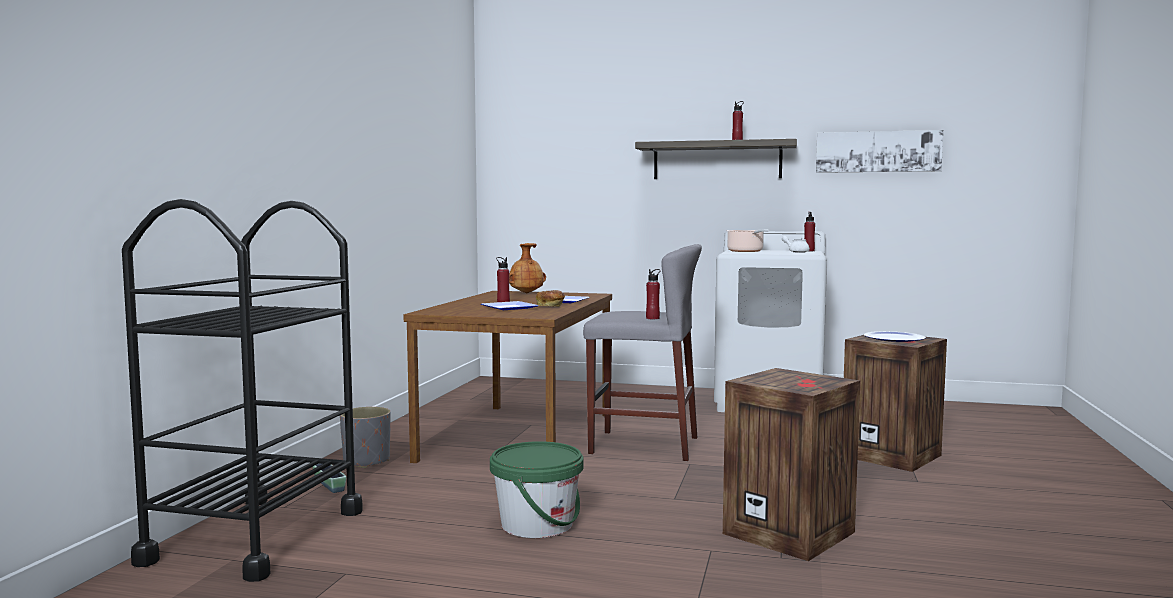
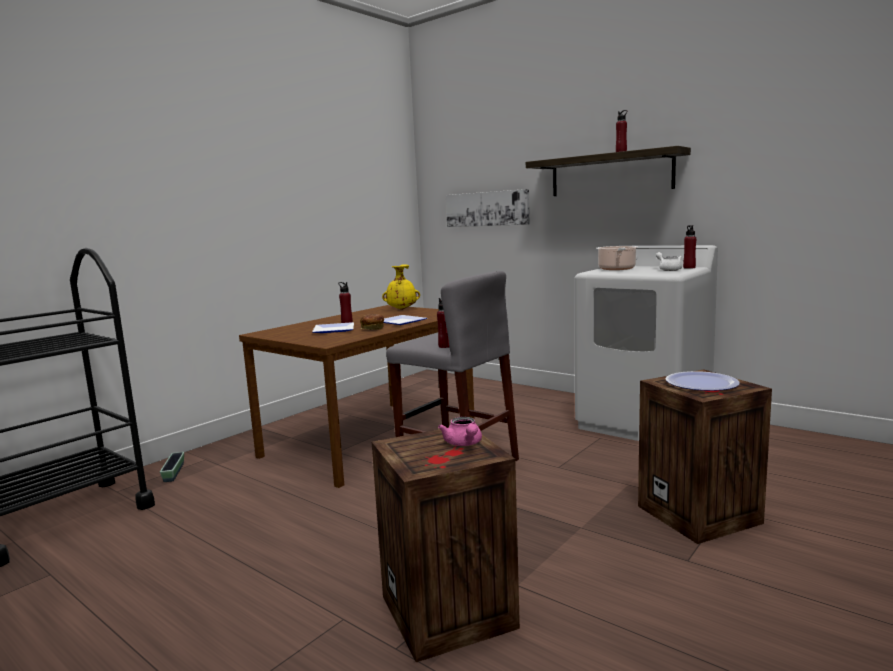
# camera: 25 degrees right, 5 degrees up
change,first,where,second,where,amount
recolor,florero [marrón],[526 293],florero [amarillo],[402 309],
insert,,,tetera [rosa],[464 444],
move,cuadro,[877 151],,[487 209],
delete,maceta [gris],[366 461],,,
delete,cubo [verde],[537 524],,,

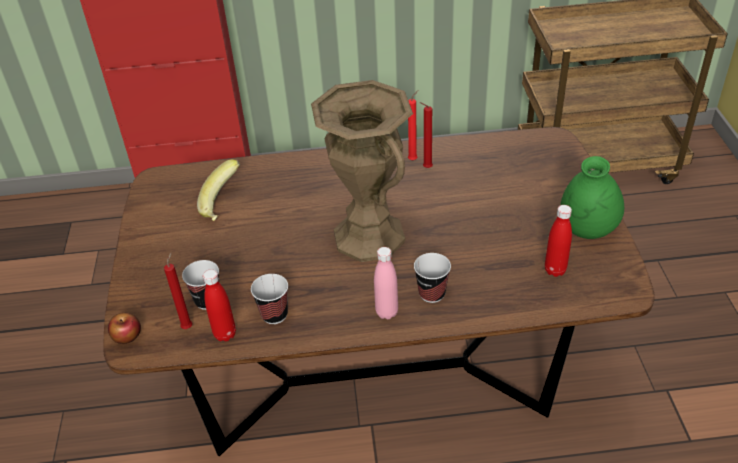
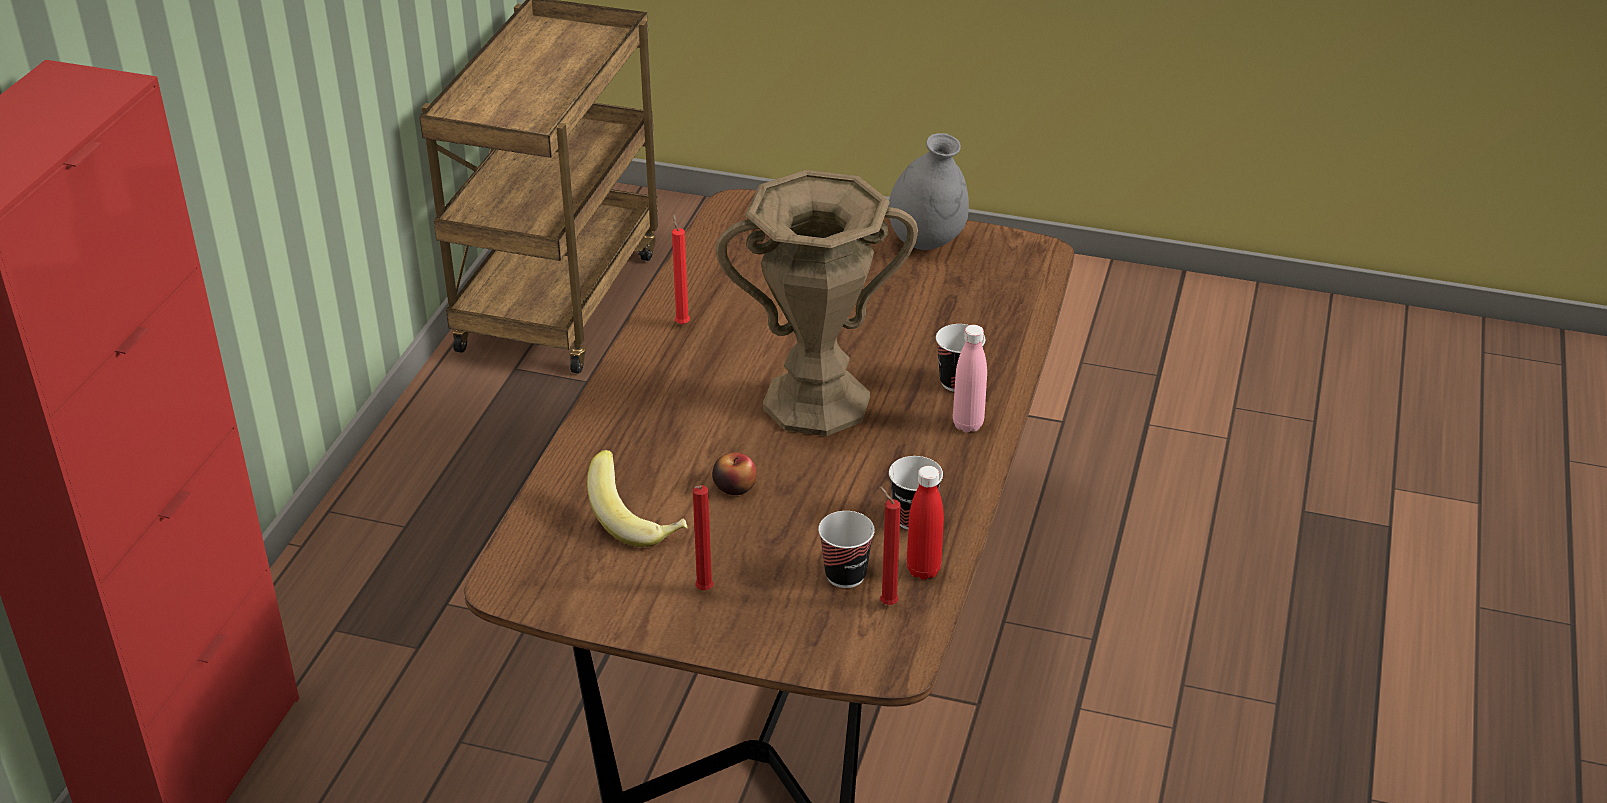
# camera: 70 degrees left, 5 degrees down
change,first,where,second,where,amount
move,vela [rojo],[426 168],,[703 592],
move,manzana,[127 336],,[735 487],
recolor,florero [verde],[587 231],florero [gris],[927 242],
delete,botella [rojo],[555 270],,,

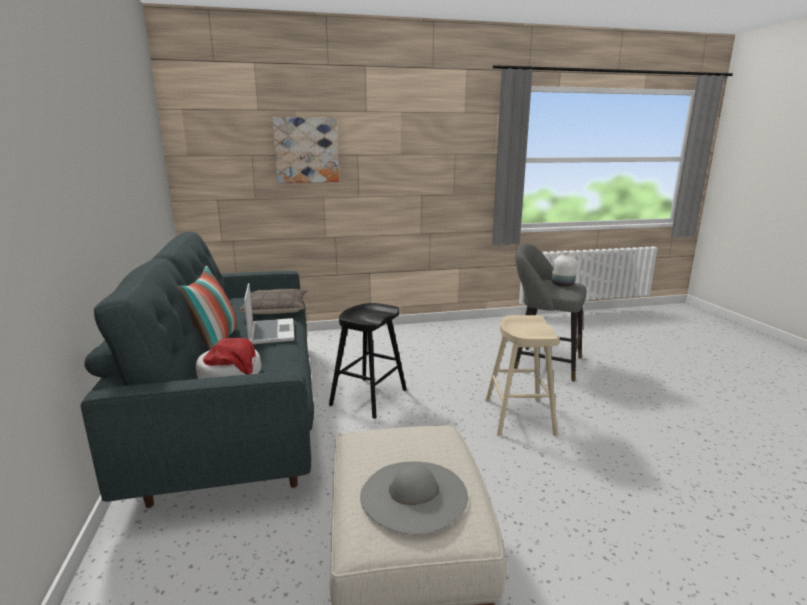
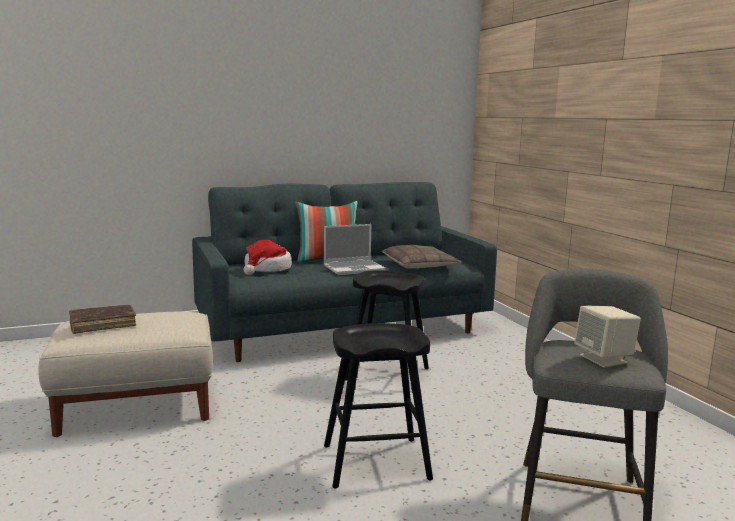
# camera: 80 degrees right, 5 degrees down
change,first,where,second,where,amount
replace,sombrero [gris],[414 495],libro [marrón],[103 325],
recolor,taburete [beis],[519 417],taburete [negro],[375 462],
replace,florero [blanco],[563 284],altavoz [beis],[604 359],
delete,cuadro,[306 150],,,

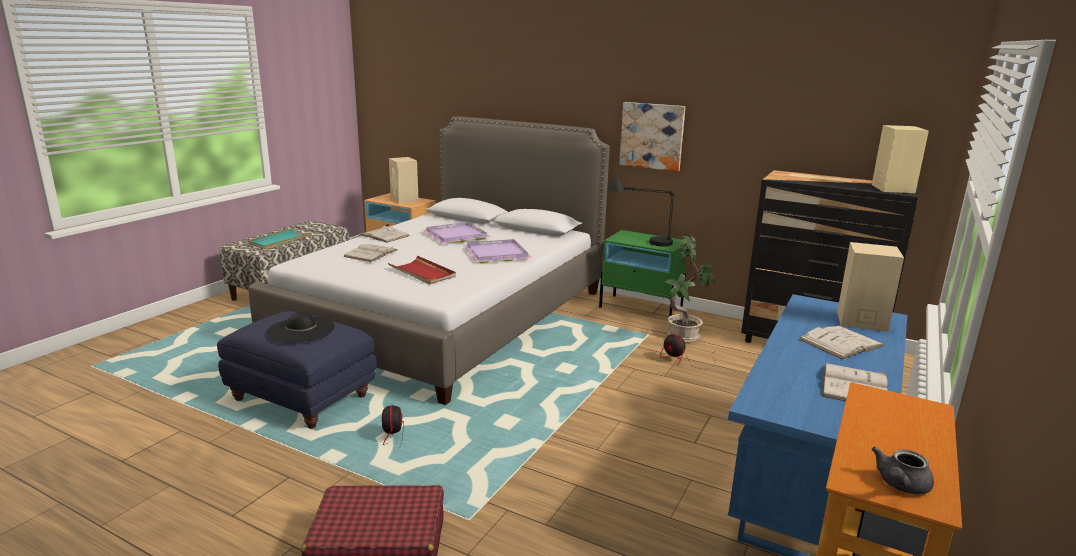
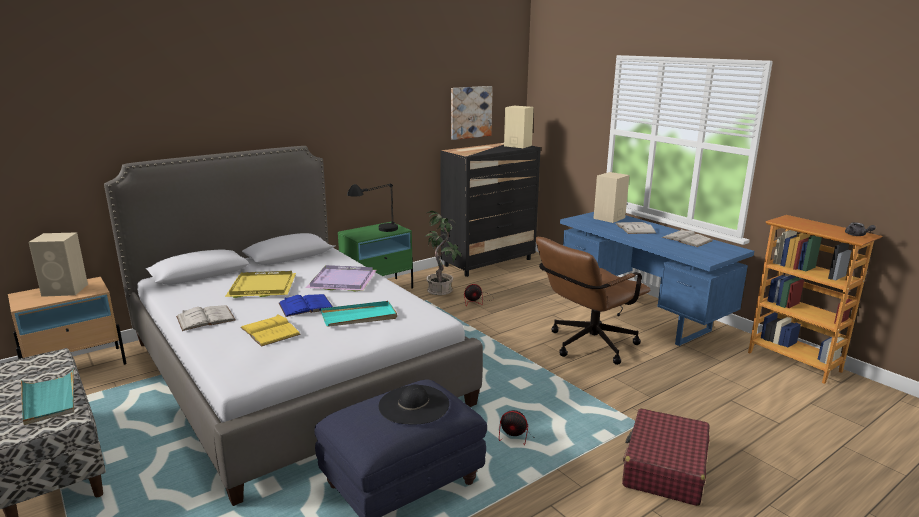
# camera: 65 degrees left, 0 degrees up
change,first,where,second,where,amount
recolor,bandeja [morado],[455 235],bandeja [amarillo],[261 287],
recolor,libro [blanco],[371 253],libro [amarillo],[270 331],
insert,,,libro [azul],[306 306],
recolor,bandeja [rojo],[422 273],bandeja [turquesa],[359 317],
move,cuadro,[652 136],,[470 112],
insert,,,silla de oficina [marrón],[586 346],

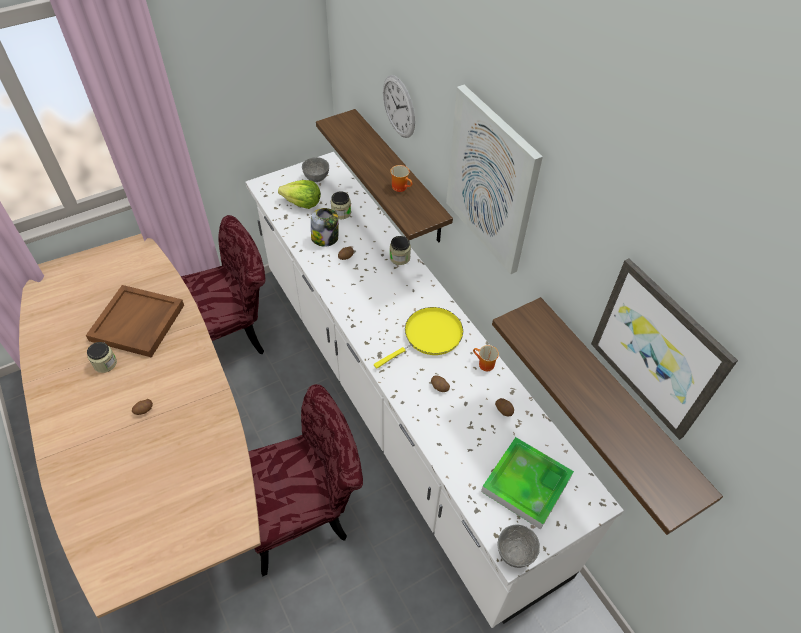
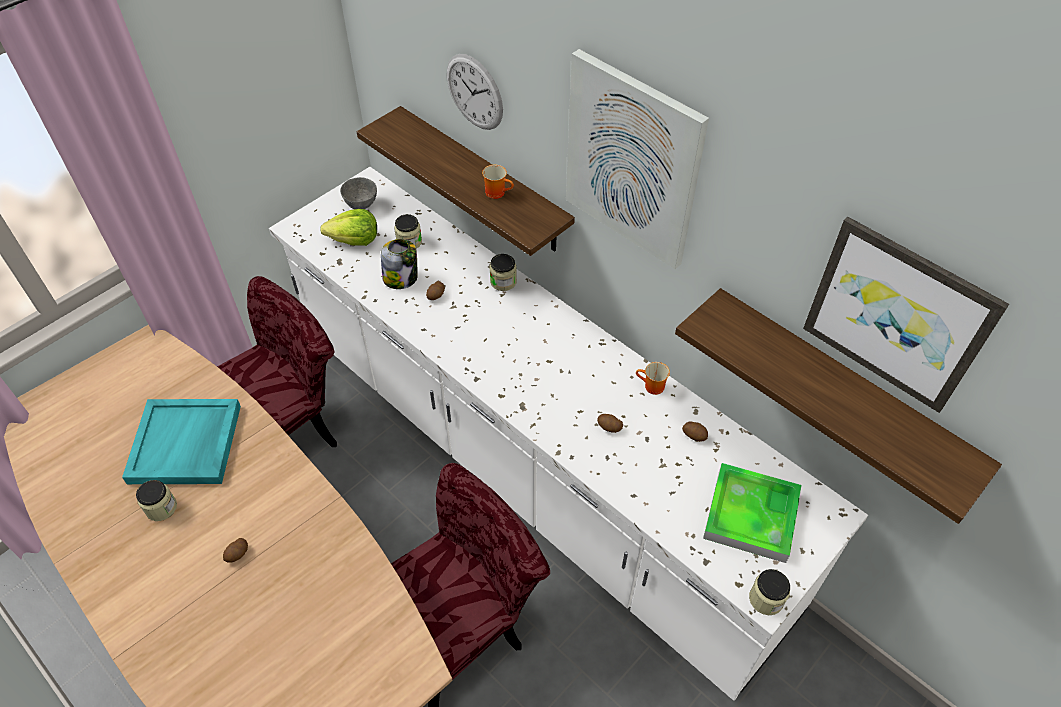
# camera: 15 degrees left, 0 degrees up
change,first,where,second,where,amount
recolor,bandeja [marrón],[138 323],bandeja [turquesa],[186 444],
replace,cuenco [gris],[514 553],tarro,[766 599],
delete,sartén [amarillo],[429 336],,,

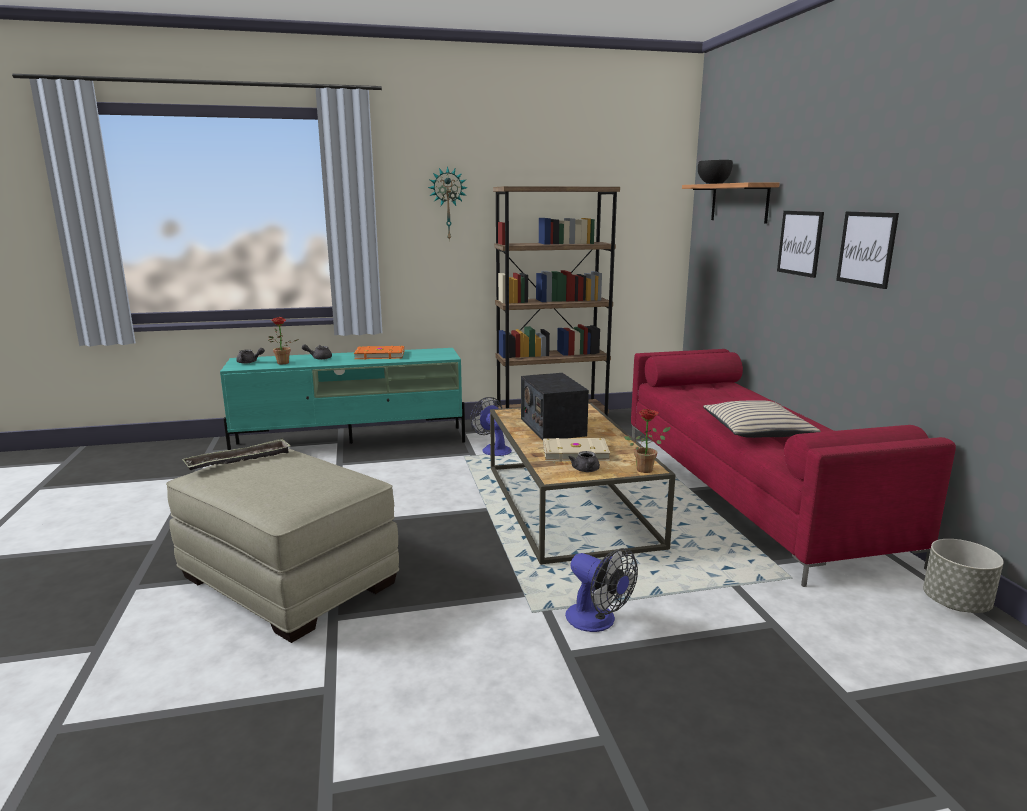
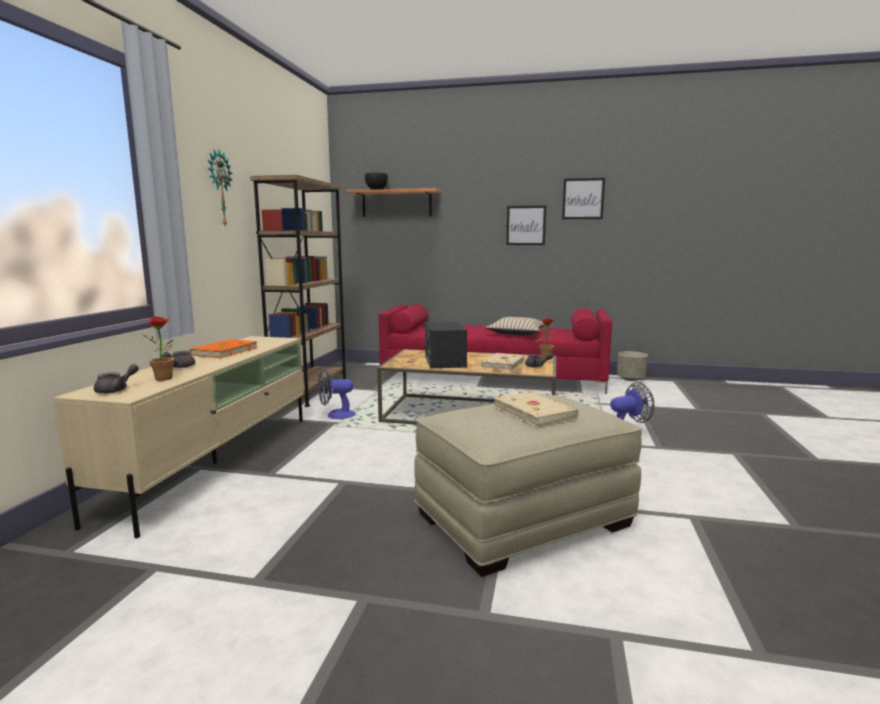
# camera: 65 degrees left, 5 degrees down
change,first,where,second,where,amount
recolor,mueble de televisión [turquesa],[352 443],mueble de televisión [beis],[216 462],
rotate,radio,[552 427],,[444 361],75 degrees clockwise
insert,,,libro [beis],[534 412],
move,cuadro,[800 243],,[583 199],
delete,bandeja,[239 460],,,

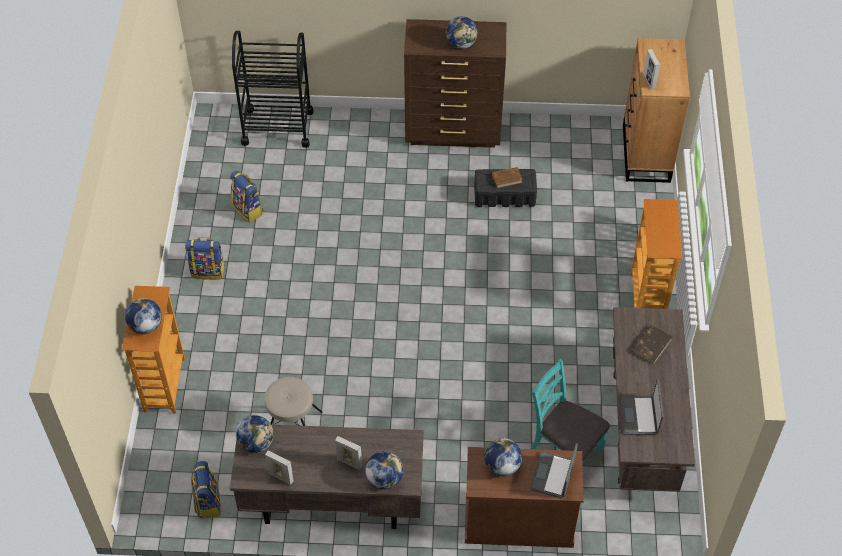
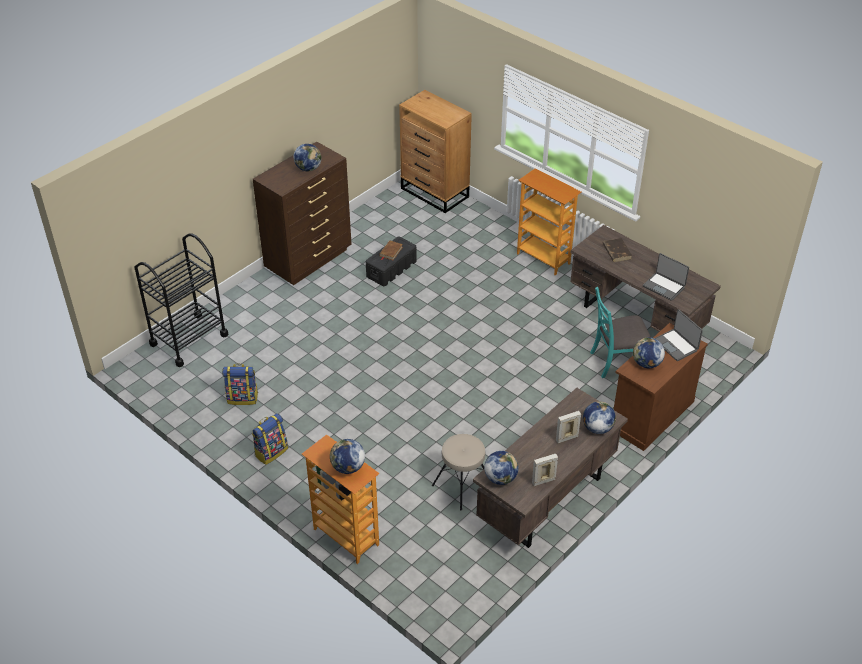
# camera: 50 degrees left, 10 degrees down
change,first,where,second,where,amount
delete,mochila,[207 501],,,
delete,portarretratos,[649 81],,,

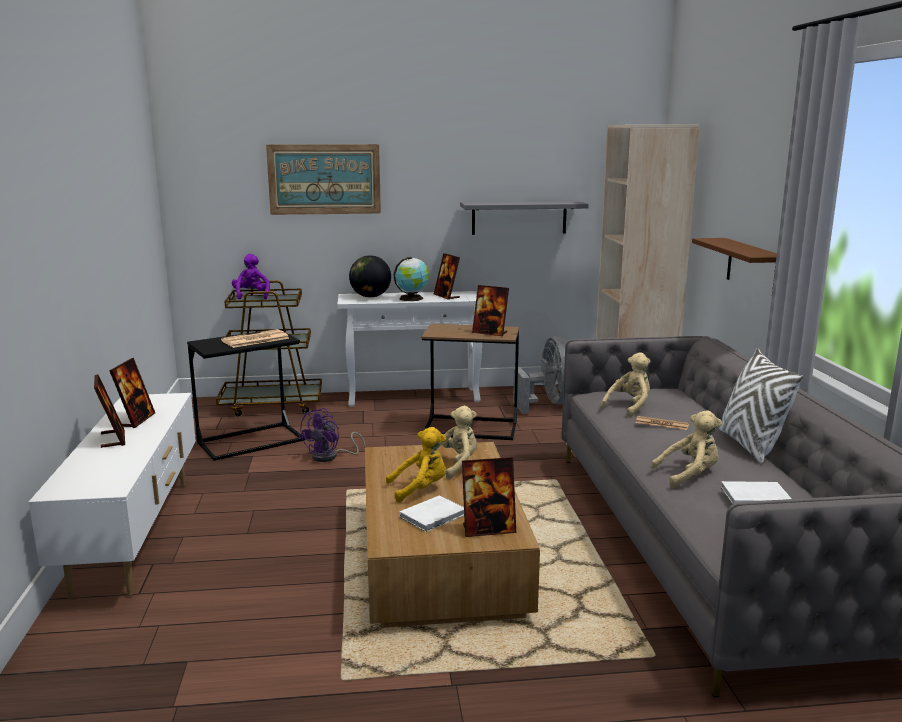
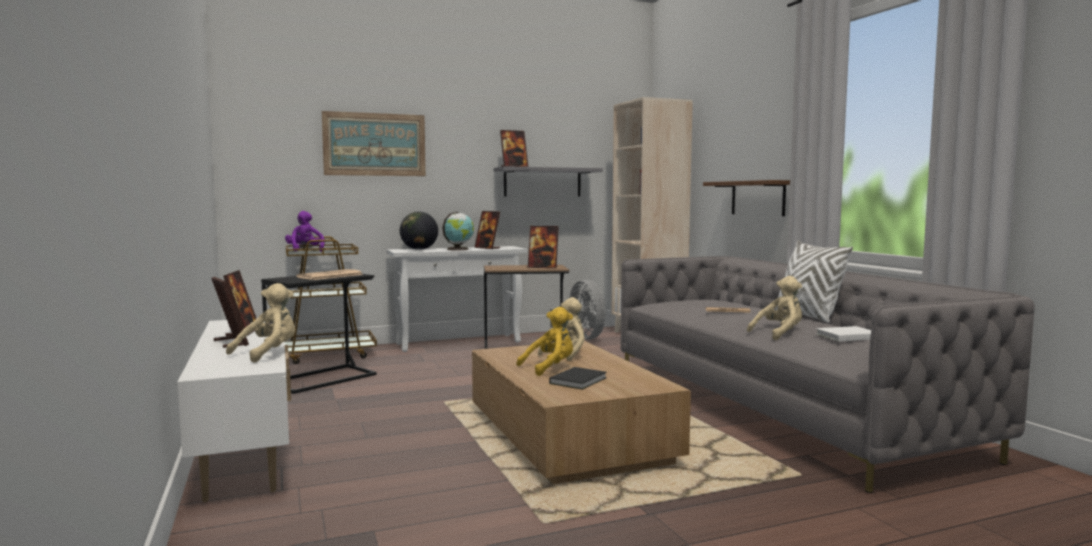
# camera: 15 degrees left, 10 degrees down
change,first,where,second,where,amount
move,peluche [beis],[629 407],,[268 353],
move,portarretratos,[488 529],,[514 167],
recolor,libro [blanco],[434 516],libro [negro],[579 380],
delete,ventilador [morado],[330 457],,,

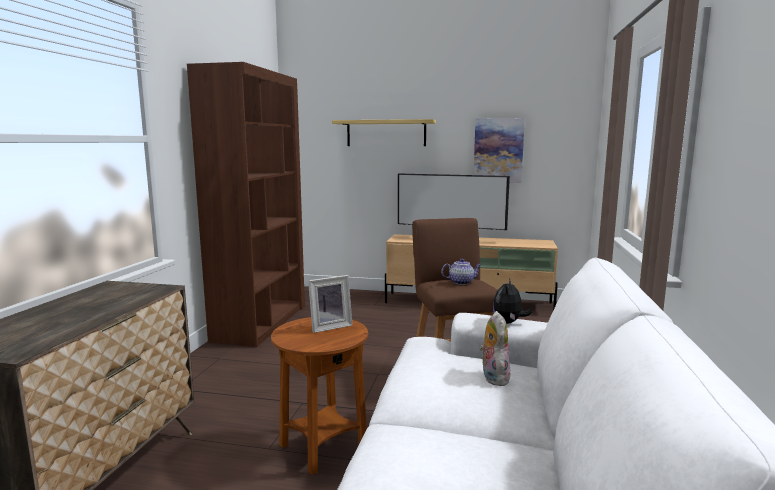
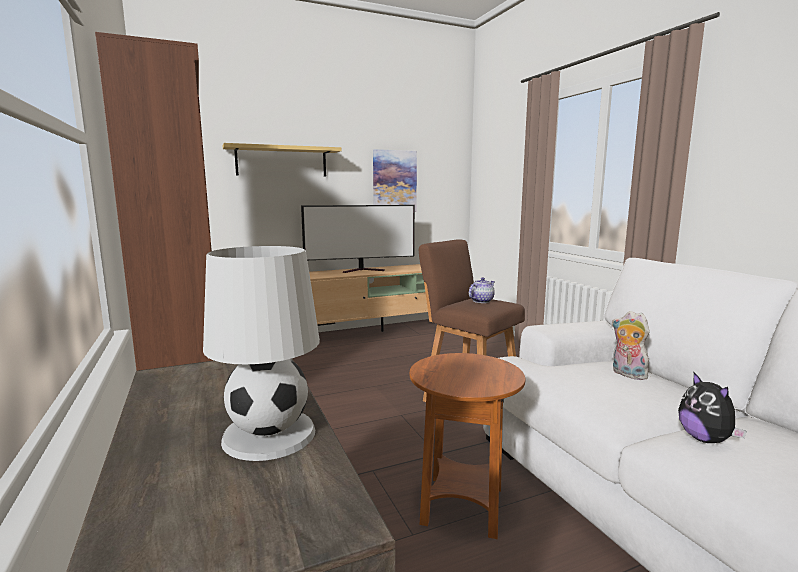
# camera: 35 degrees left, 0 degrees up
change,first,where,second,where,amount
insert,,,lámpara de mesa [blanco],[268 435],
move,peluche,[508 322],,[705 439],
delete,portarretratos,[329 326],,,

